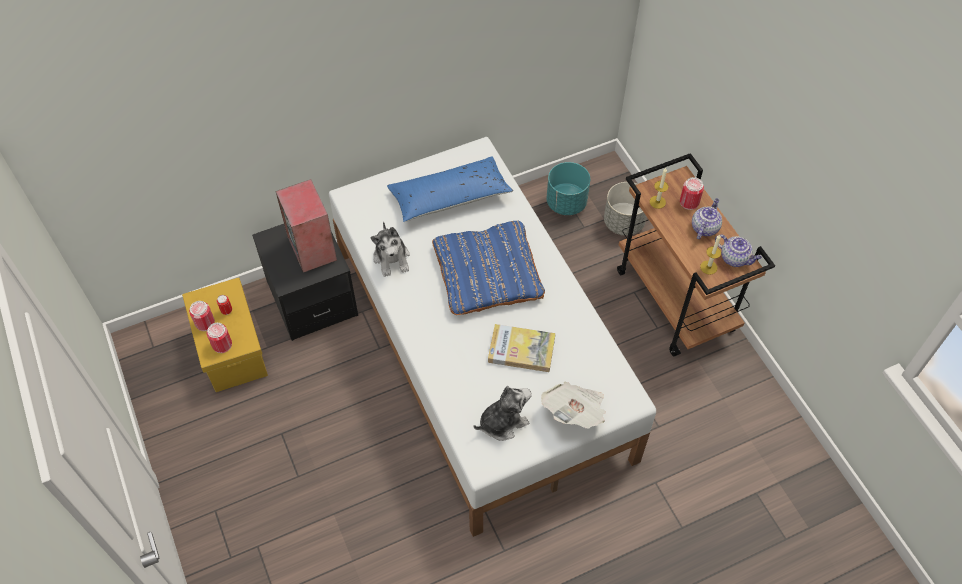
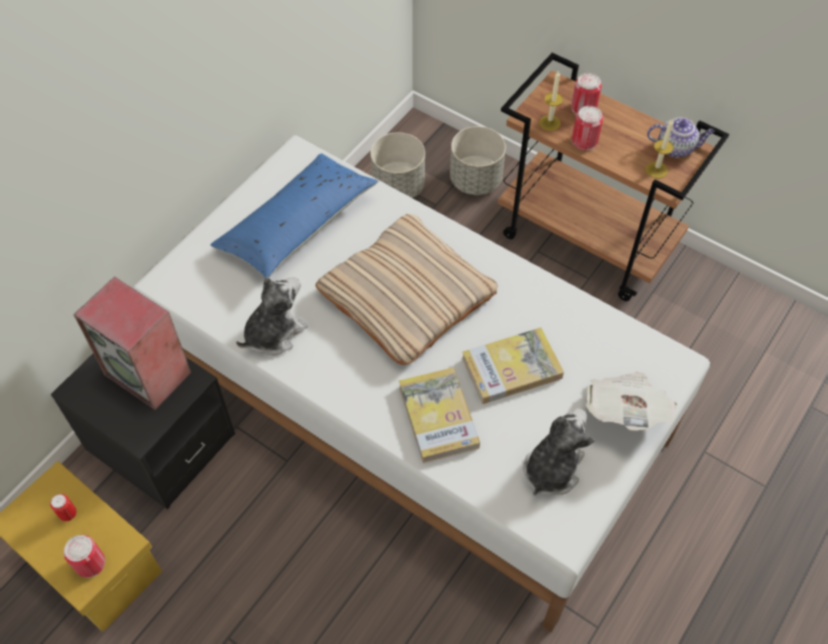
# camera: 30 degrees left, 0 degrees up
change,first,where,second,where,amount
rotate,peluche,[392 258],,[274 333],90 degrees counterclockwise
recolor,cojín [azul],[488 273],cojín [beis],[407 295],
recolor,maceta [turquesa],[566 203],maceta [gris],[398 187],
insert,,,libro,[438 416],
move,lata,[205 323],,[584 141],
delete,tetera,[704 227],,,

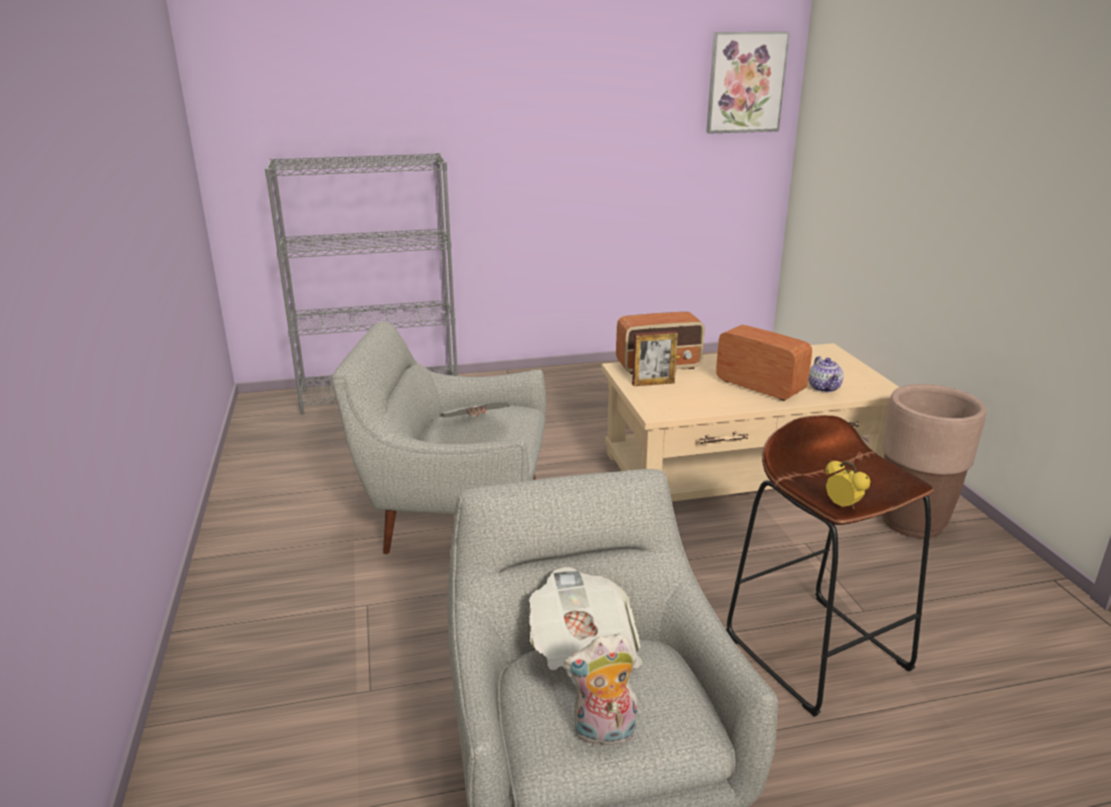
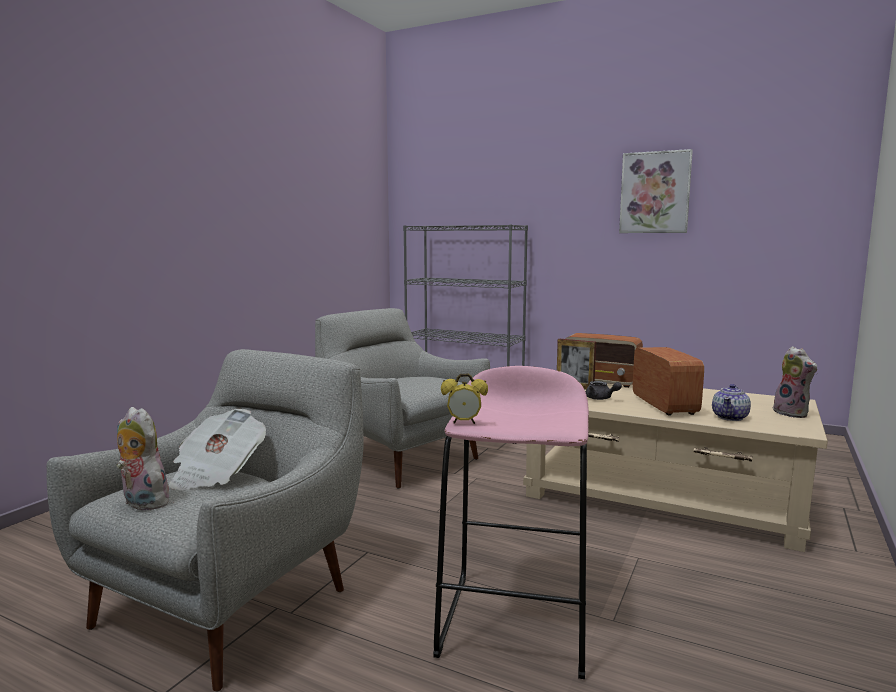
# camera: 40 degrees right, 15 degrees down
change,first,where,second,where,amount
recolor,taburete [marrón],[816 651],taburete [rosa],[515 622],
rotate,despertador,[842 506],,[464 422],90 degrees clockwise
insert,,,tetera [gris],[601 398],
move,cuadro,[745 82],,[655 192],
insert,,,peluche,[793 413],
delete,periódico,[474 428],,,
delete,maceta [marrón],[912 522],,,

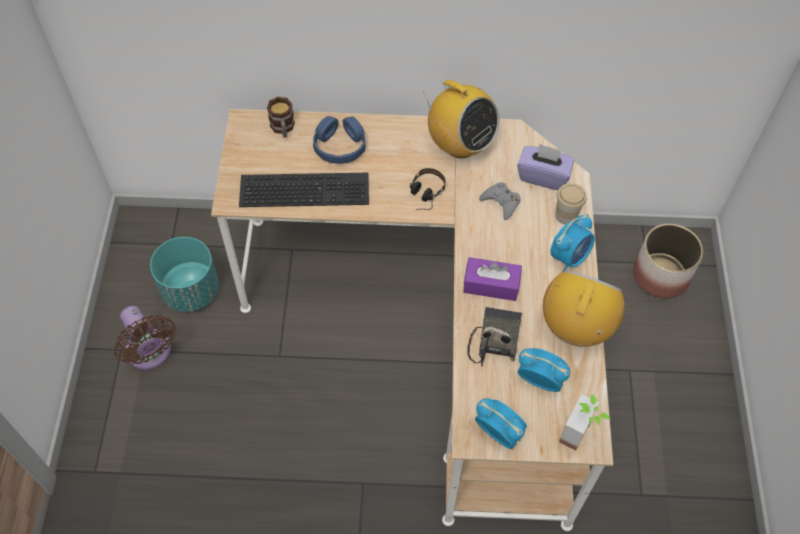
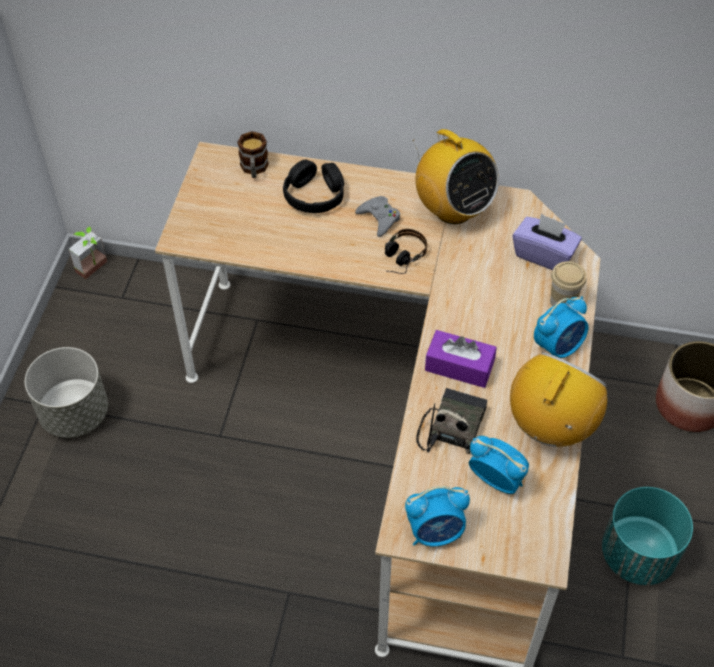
# camera: 10 degrees right, 5 degrees down
change,first,where,second,where,amount
replace,ventilador [marrón],[150 353],maceta [gris],[75 413],
move,planta en maceta,[582 434],,[96 269],
recolor,auriculares [azul],[340 146],auriculares [negro],[314 195],
move,mando de consola [gris],[501 202],,[379 218],
rotate,despertador,[498 433],,[435 532],120 degrees clockwise
move,maceta [turquesa],[191 291],,[638 555],
delete,teclado,[306 188],,,

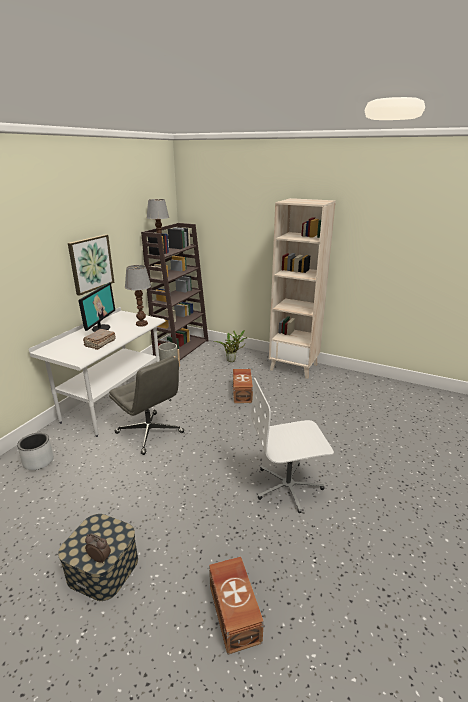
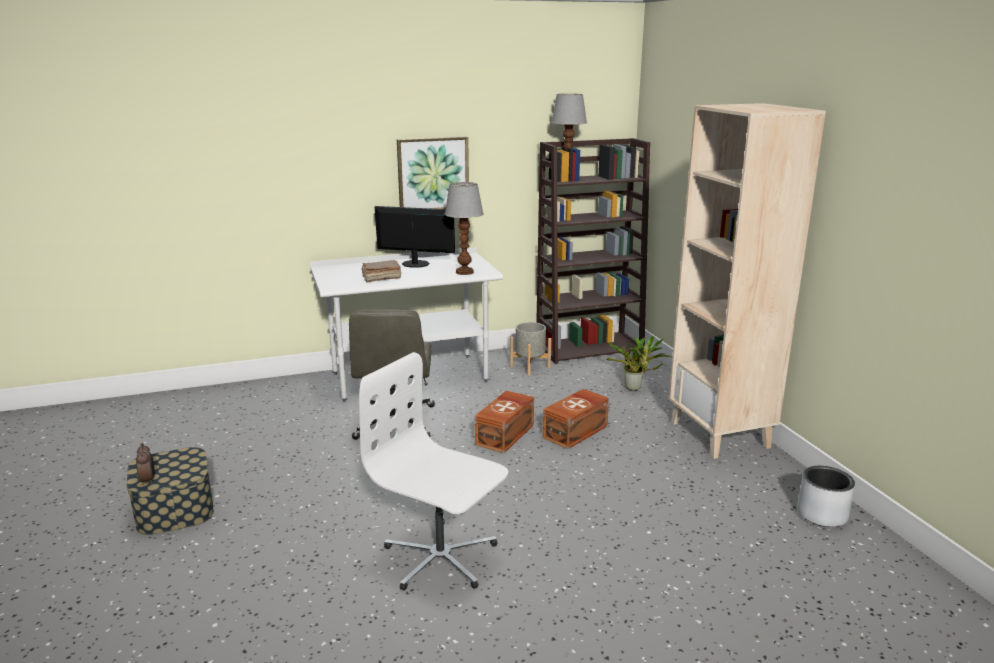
# camera: 45 degrees right, 5 degrees down
change,first,where,second,where,amount
rotate,monitor,[100 328],,[415 264],135 degrees counterclockwise
move,caja de almacenaje [marrón],[235 611],,[506 434],
move,maceta [gris],[38 461],,[822 515],

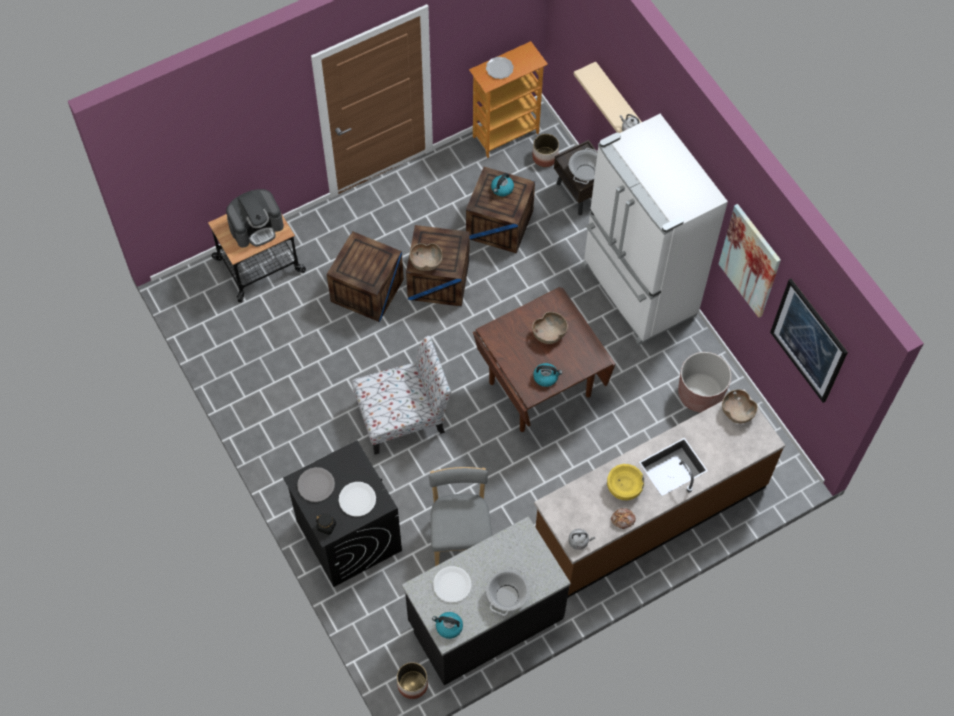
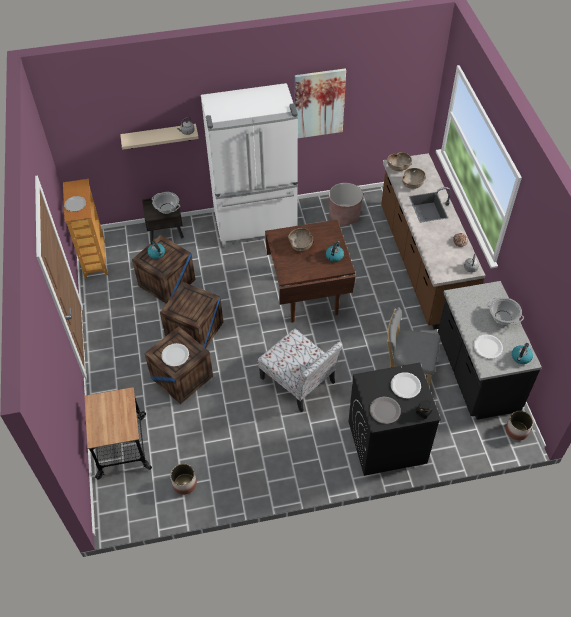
# camera: 70 degrees left, 10 degrees down
change,first,where,second,where,amount
insert,,,plato [blanco],[175 355],
move,maceta,[544 157],,[184 484],
rotate,silla,[403 416],,[299 381],135 degrees clockwise
move,cuenco [marrón],[426 262],,[412 184],
delete,cafetera,[256 227],,,
delete,cuenco [amarillo],[624 486],,,
delete,cuadro,[808 341],,,

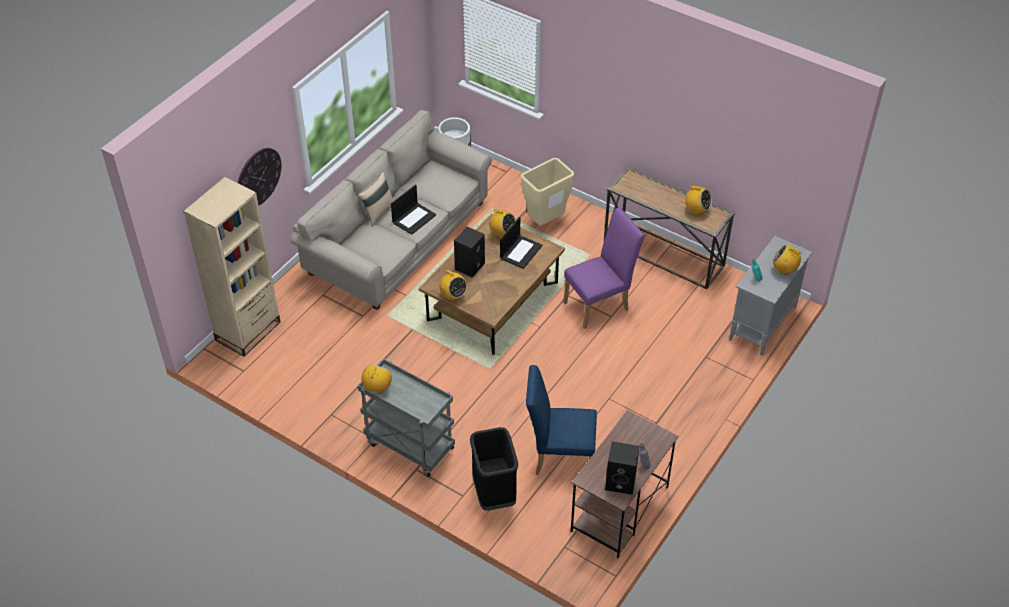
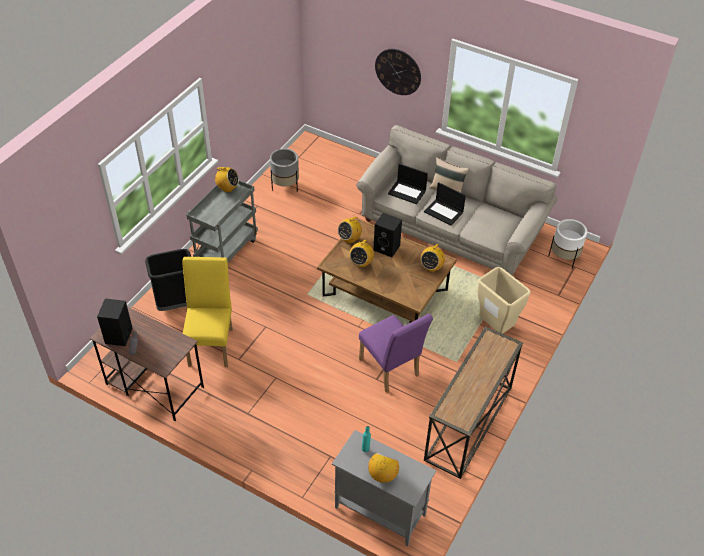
# camera: 85 degrees right, 0 degrees up
change,first,where,second,where,amount
recolor,silla [azul],[559 457],silla [amarillo],[212 343],
insert,,,maceta [gris],[285 186],
move,radio,[696 210],,[361 263],
move,portátil,[521 251],,[407 192],
delete,estantería [beis],[248 331],,,

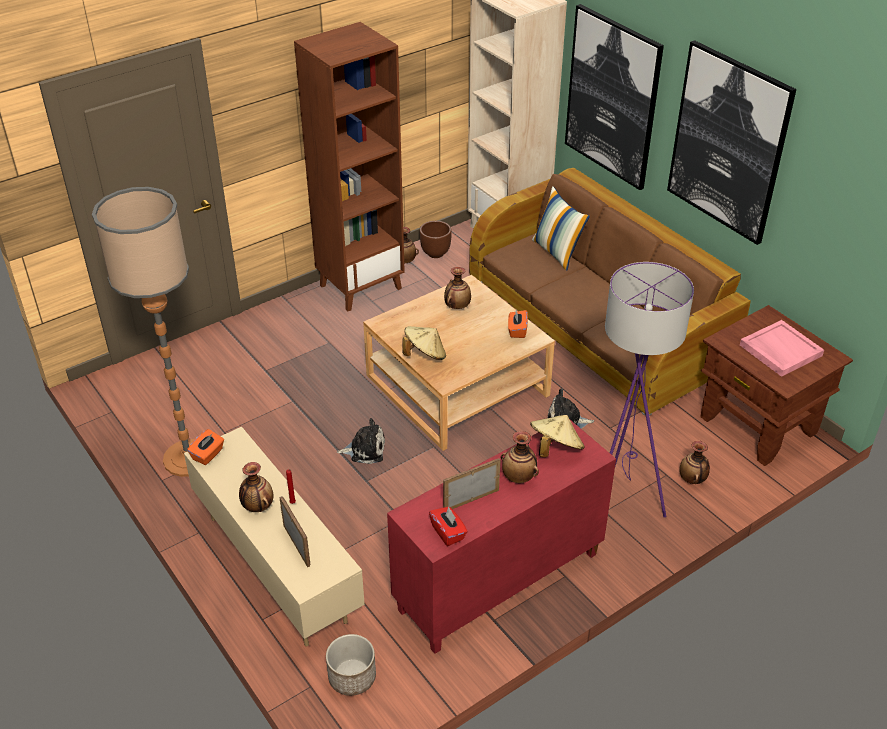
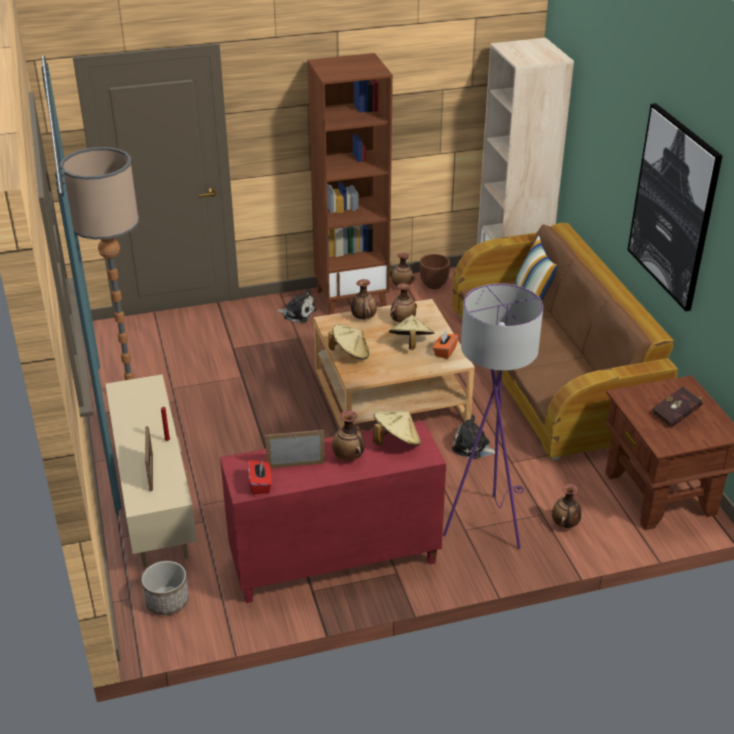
# camera: 20 degrees right, 5 degrees down
change,first,where,second,where,amount
move,peluche,[365 450],,[298 313],
move,florero,[257 506],,[363 318],
insert,,,sombrero [beis],[410 344],
replace,bandeja [rosa],[779 350],libro [rojo],[677 415],
delete,caja de pañuelos [naranja],[208 455],,,
delete,cuadro,[612 97],,,

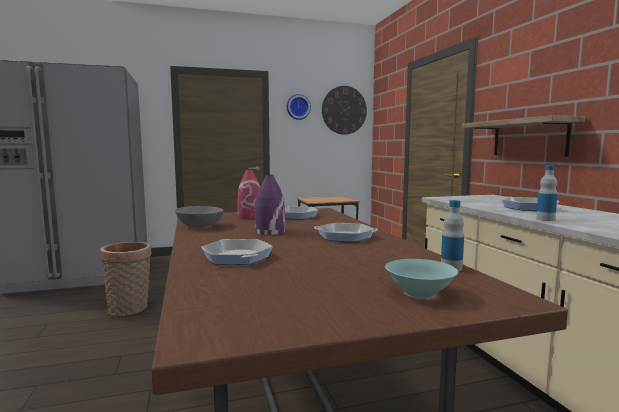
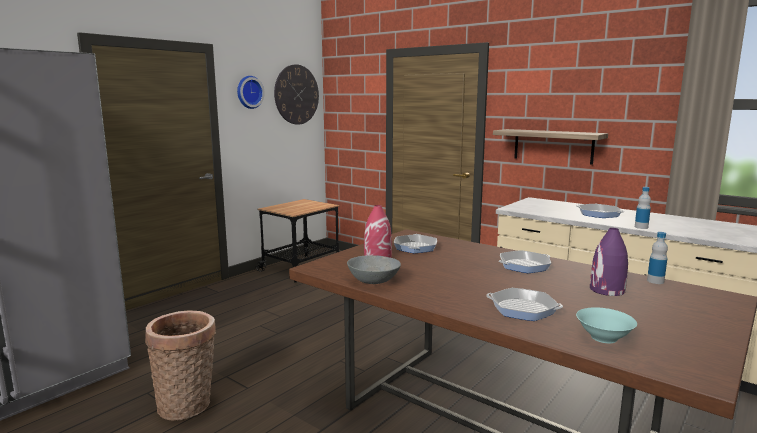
# camera: 35 degrees left, 5 degrees up
change,first,where,second,where,amount
move,cuenco [turquesa],[420 293],,[604 337],
move,florero [morado],[270 232],,[607 290],

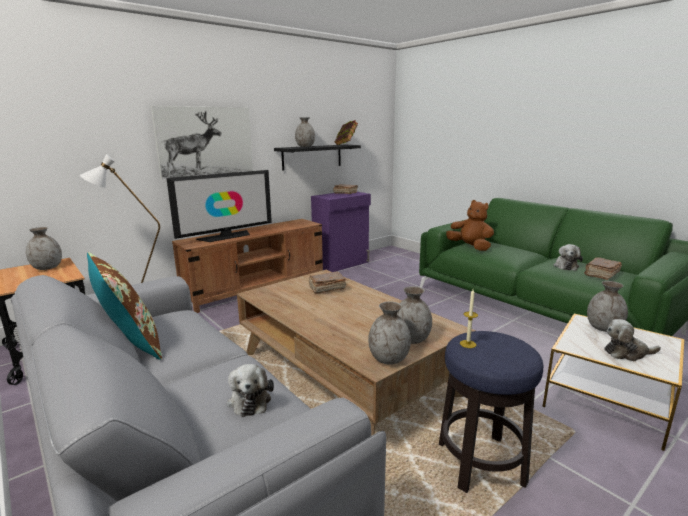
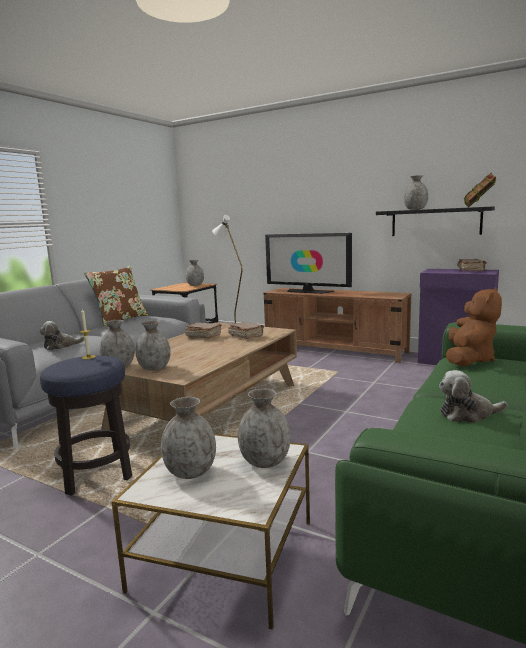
# camera: 70 degrees right, 5 degrees down
change,first,where,second,where,amount
replace,peluche,[627 353],florero [gris],[190 472],
move,libro [marrón],[601 274],,[203 336],
delete,cuadro,[205 141],,,

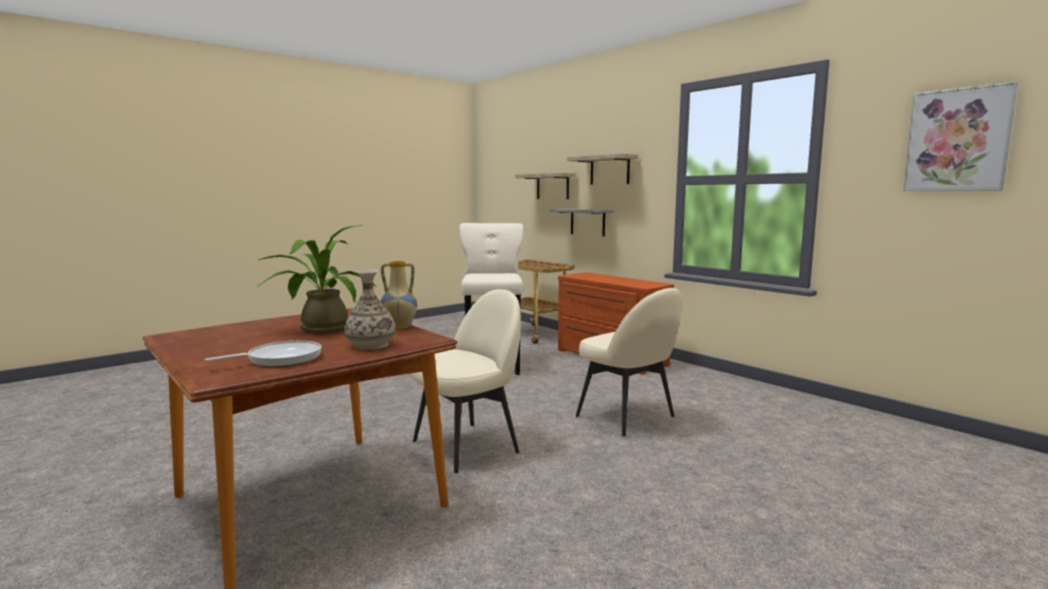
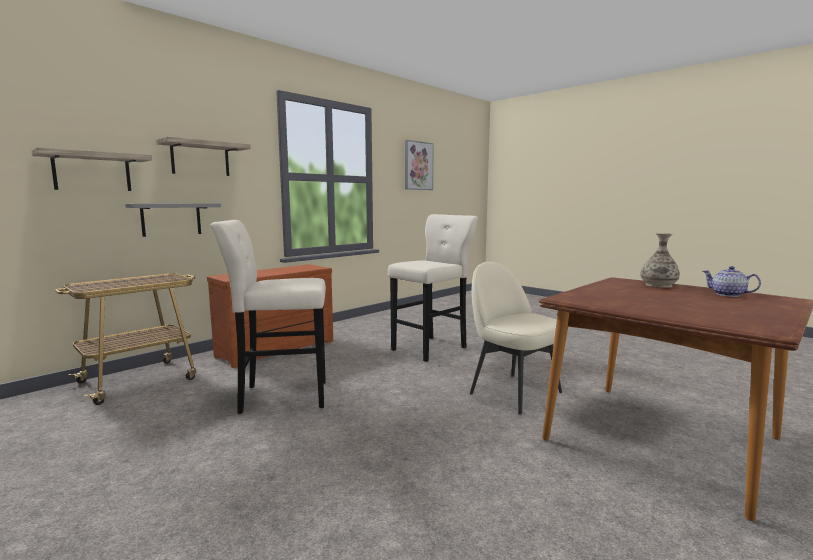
# camera: 95 degrees left, 0 degrees up
change,first,where,second,where,amount
replace,silla [beis],[627 417],taburete [beis],[431 348],
replace,sartén,[280 359],tetera,[728 295],
delete,planta en maceta,[320 329],,,
delete,florero,[399 327],,,

